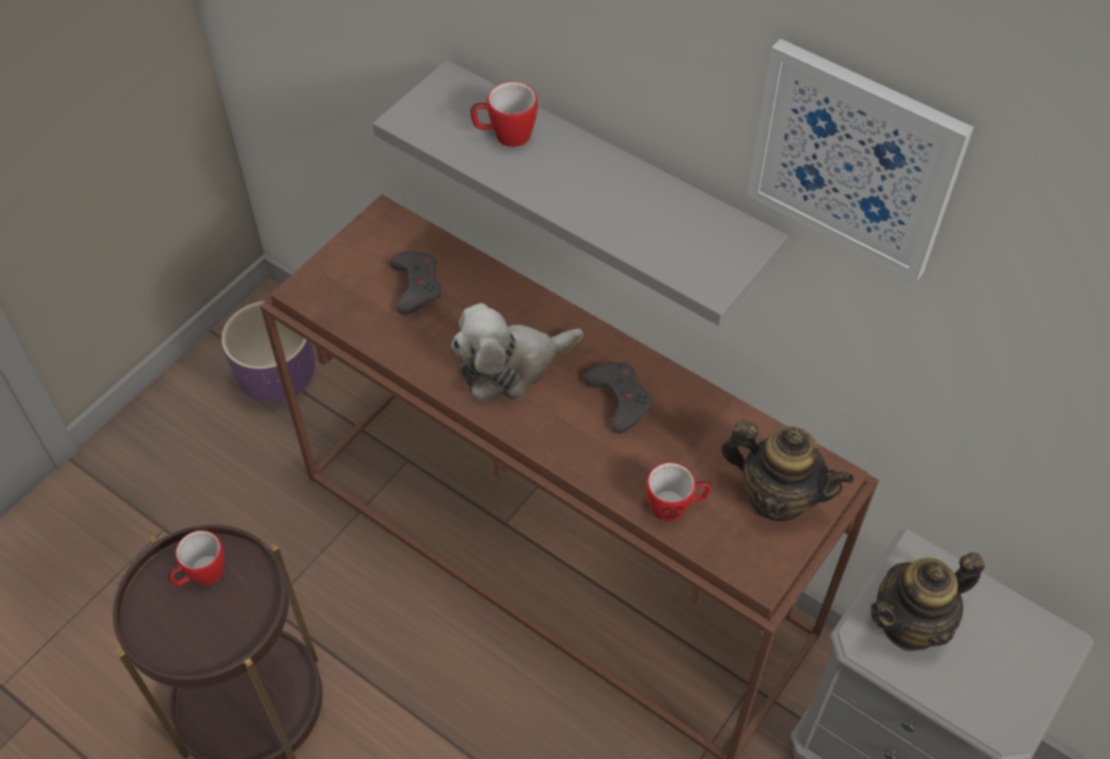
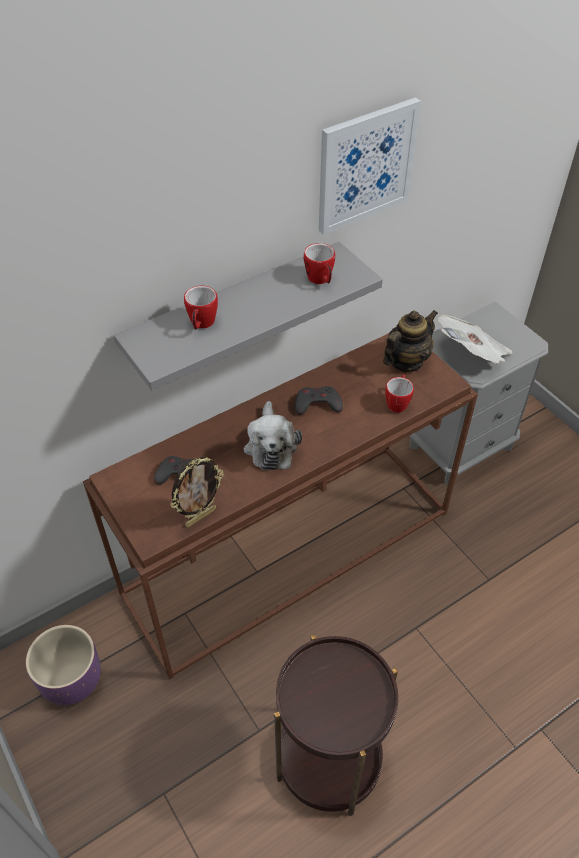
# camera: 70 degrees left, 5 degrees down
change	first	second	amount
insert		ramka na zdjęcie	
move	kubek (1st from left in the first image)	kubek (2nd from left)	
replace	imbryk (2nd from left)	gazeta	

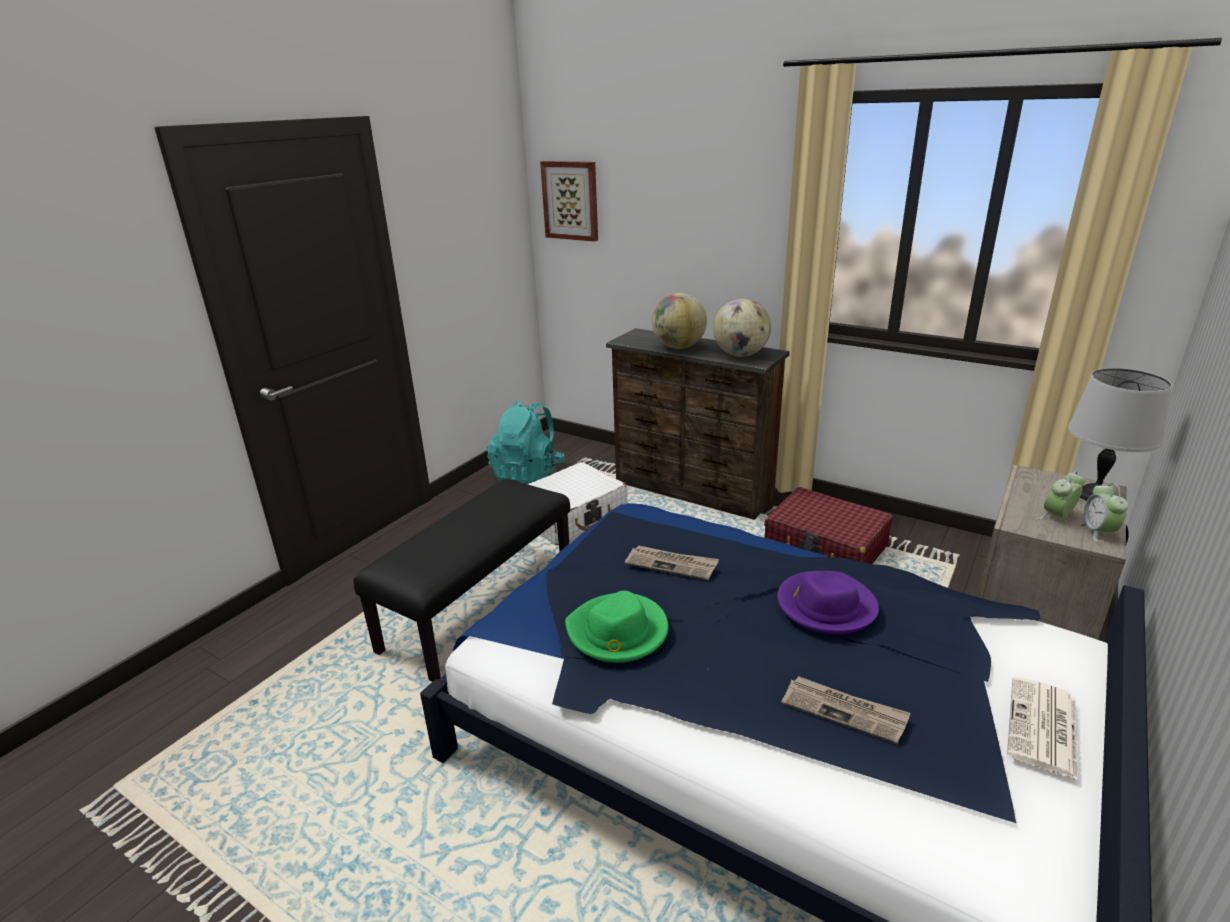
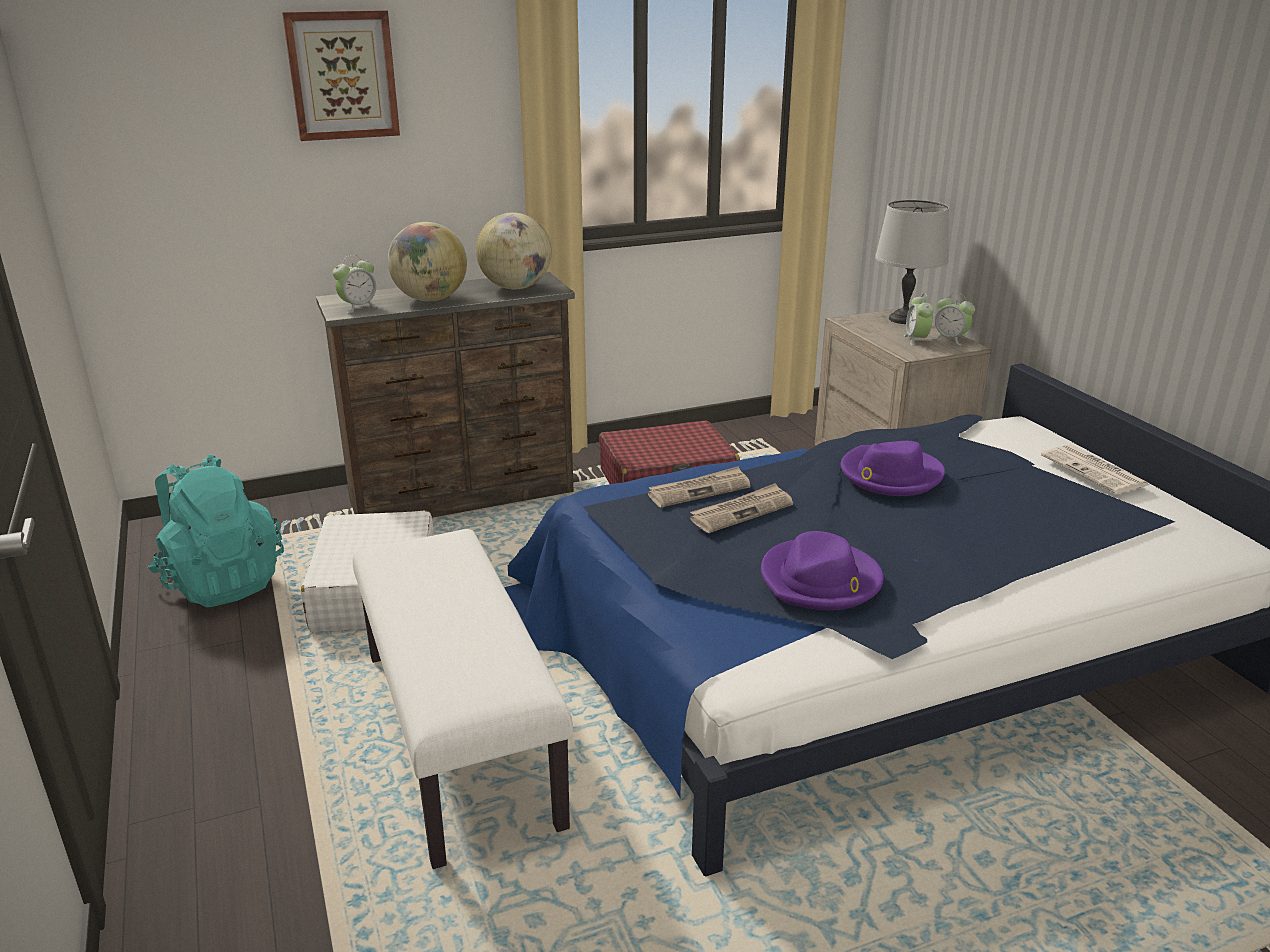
# camera: 55 degrees left, 0 degrees up
change	first	second	amount
insert		budzik (1st from left)	
move	obraz		
move	gazeta (2nd from left in the first image)	gazeta (1st from left)	
recolor	ławka/czarny	ławka/biały	
recolor	kapelusz/zielony	kapelusz/fioletowy (1st from left)	

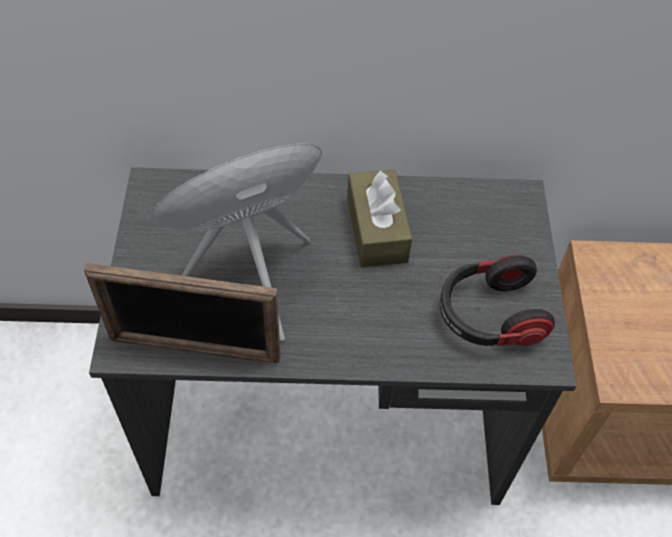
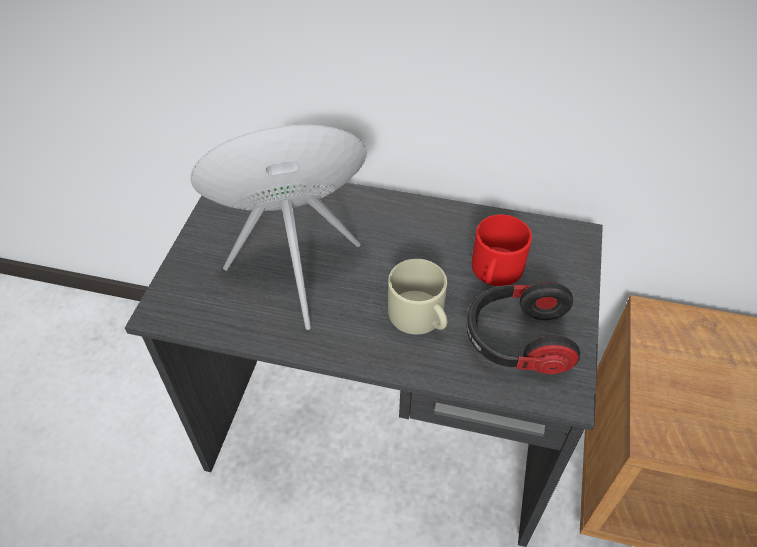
# camera: 15 degrees right, 5 degrees down
change	first	second	amount
delete	ramka na zdjęcie		
delete	pudełko chusteczek/brązowy		
insert		kubek/beżowy	
insert		kubek/czerwony	

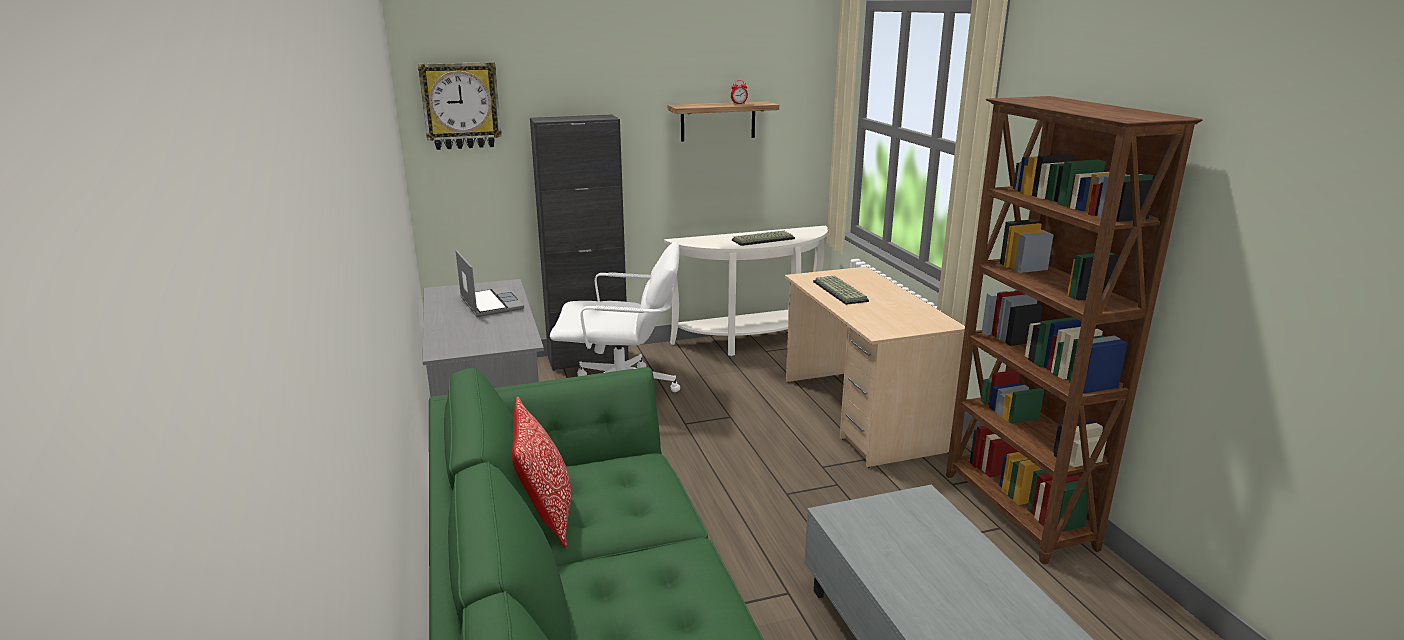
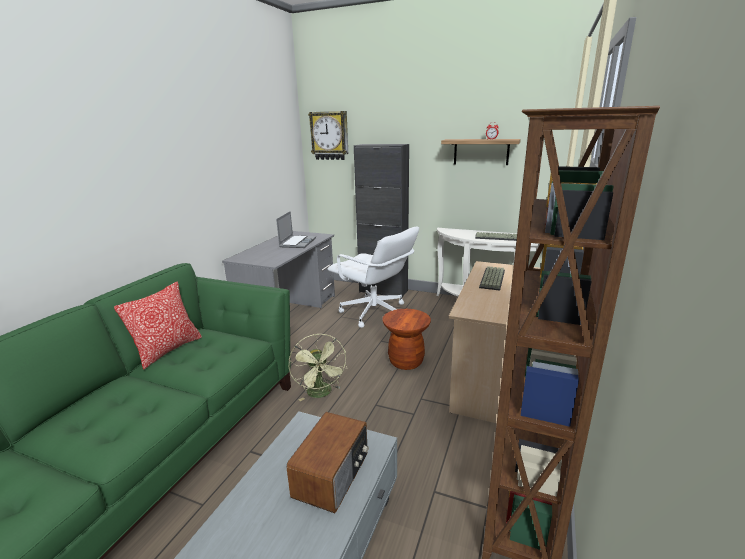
# camera: 40 degrees right, 0 degrees up
change	first	second	amount
insert		radio	
insert		wentylator/zielony	
insert		stołek/brązowy	

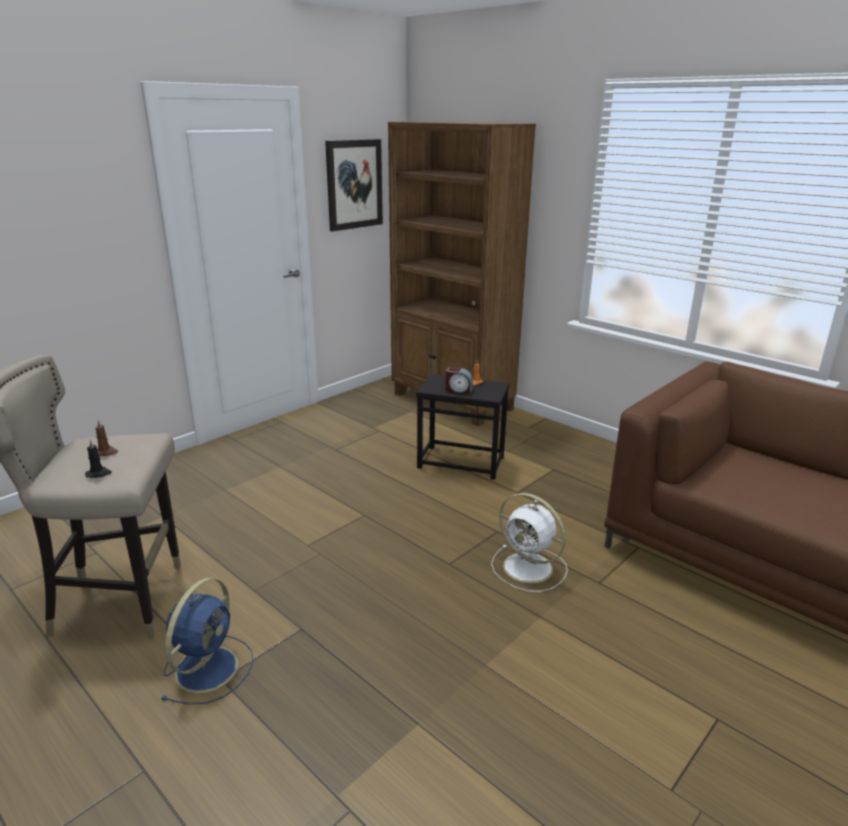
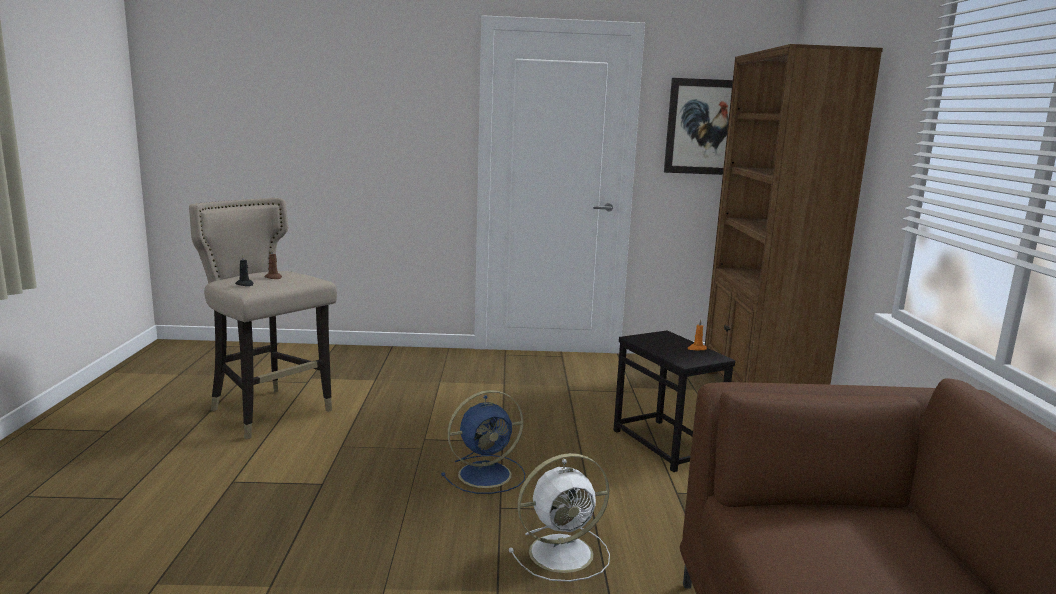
# camera: 45 degrees right, 10 degrees down
change	first	second	amount
delete	budzik		
move	wentylator/niebieski		
rotate	wentylator/biały		105 degrees counterclockwise

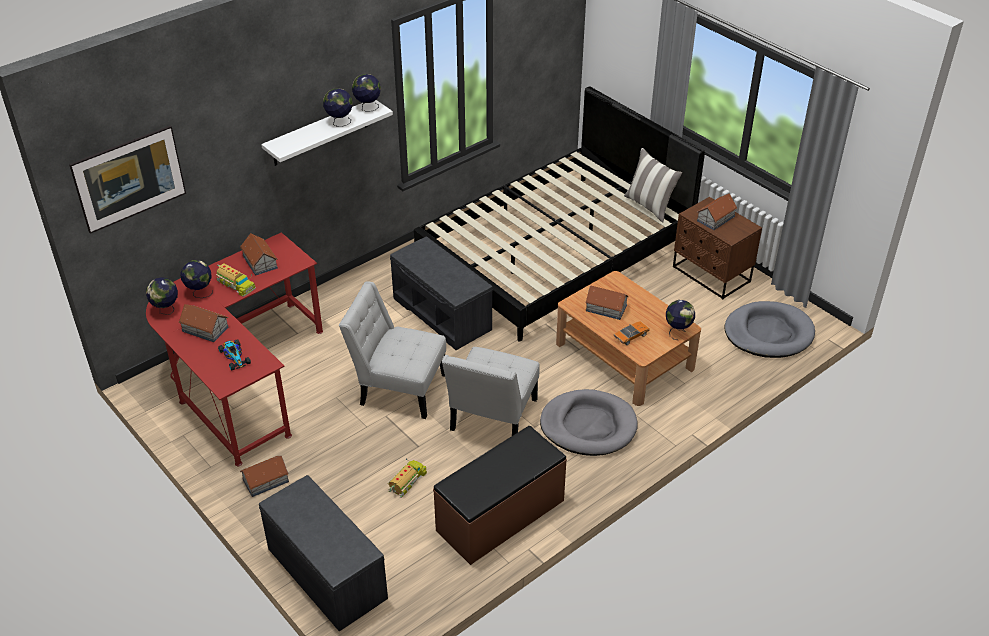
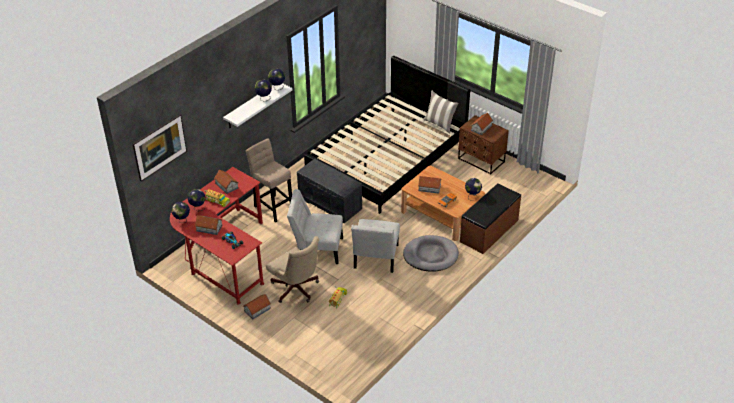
# camera: 10 degrees left, 0 degrees up
change	first	second	amount
delete	ławka/szary (1st from left)		
delete	legowisko/szary (2nd from left)		
insert		stołek/beżowy	
insert		krzesło biurowe/beżowy	
move	ławka/brązowy		

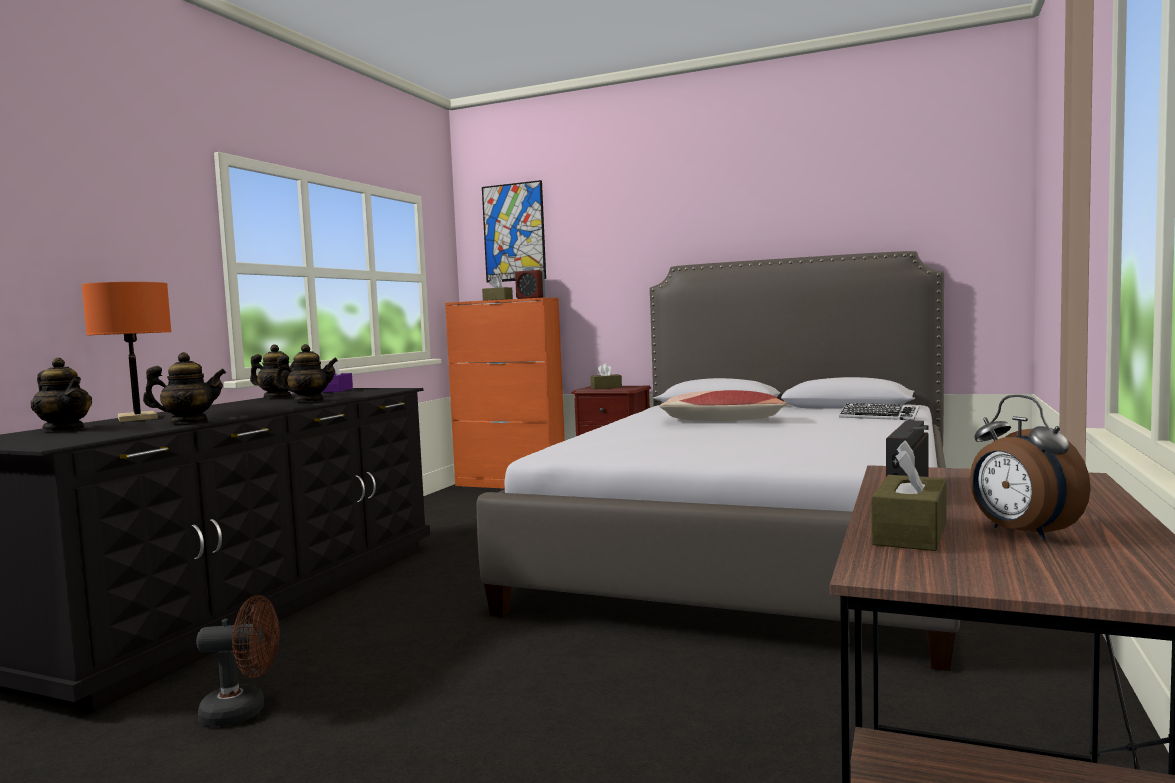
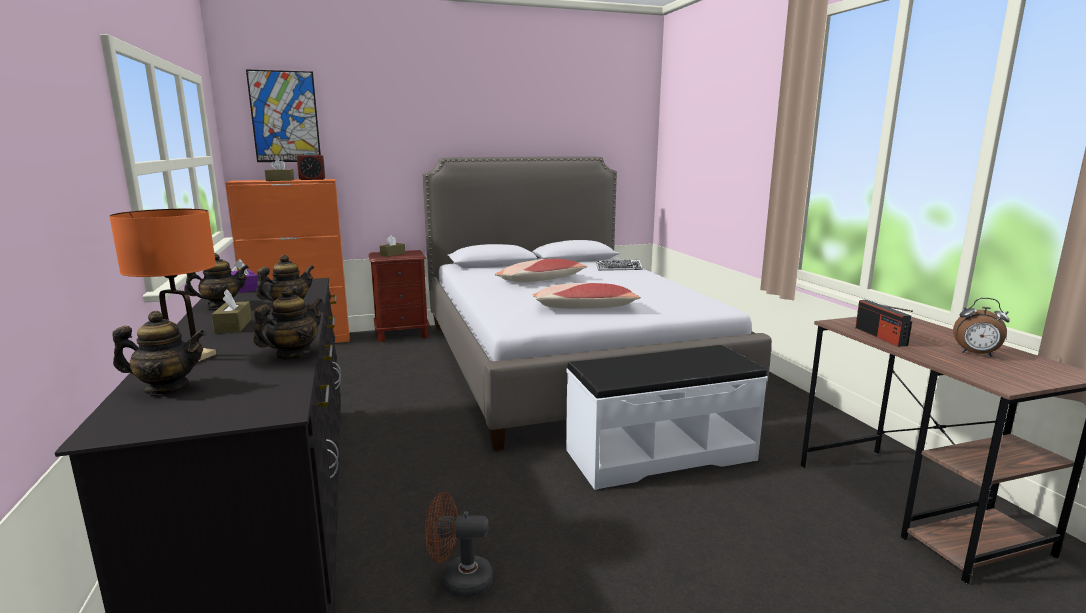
# camera: 40 degrees left, 10 degrees up
change	first	second	amount
insert		poduszka (2nd from left)	
insert		ławka/biały	
move	pudełko chusteczek/brązowy (3rd from left in the first image)	pudełko chusteczek/brązowy (1st from left)	
rotate	wentylator/brązowy		135 degrees counterclockwise

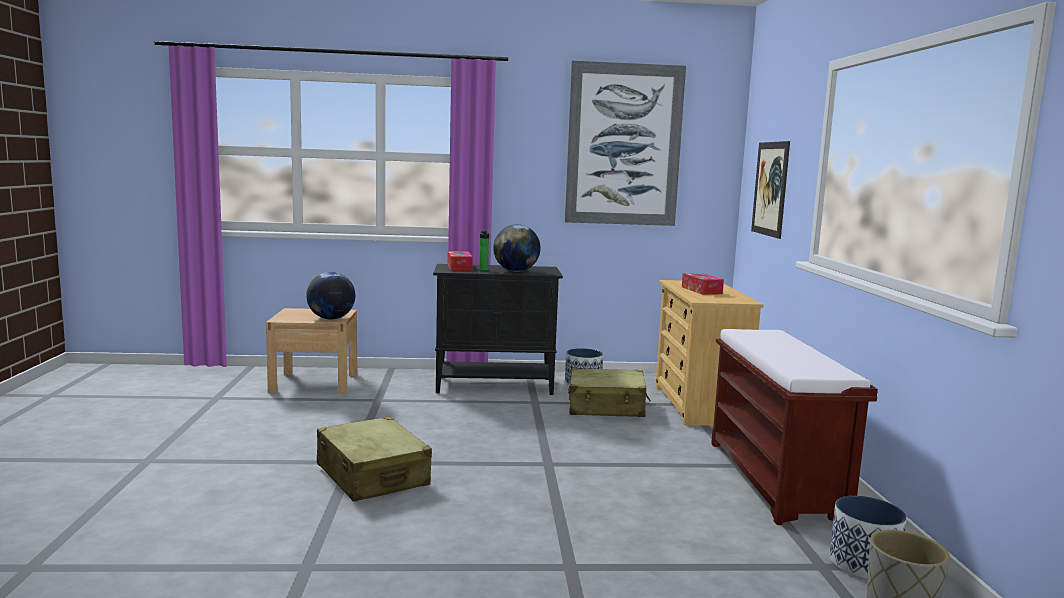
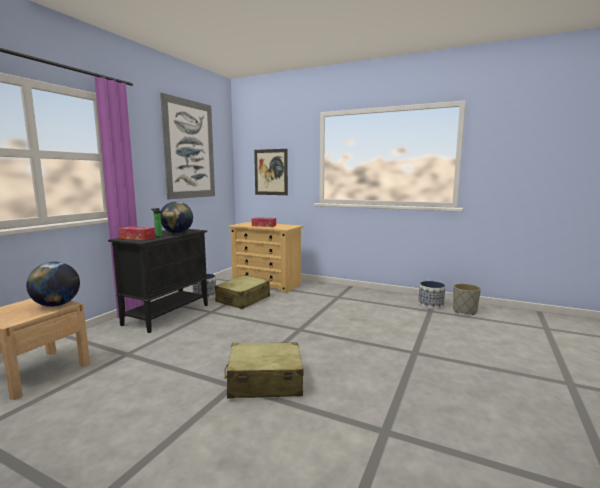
# camera: 60 degrees left, 0 degrees up
change	first	second	amount
delete	ławka/brązowy		

